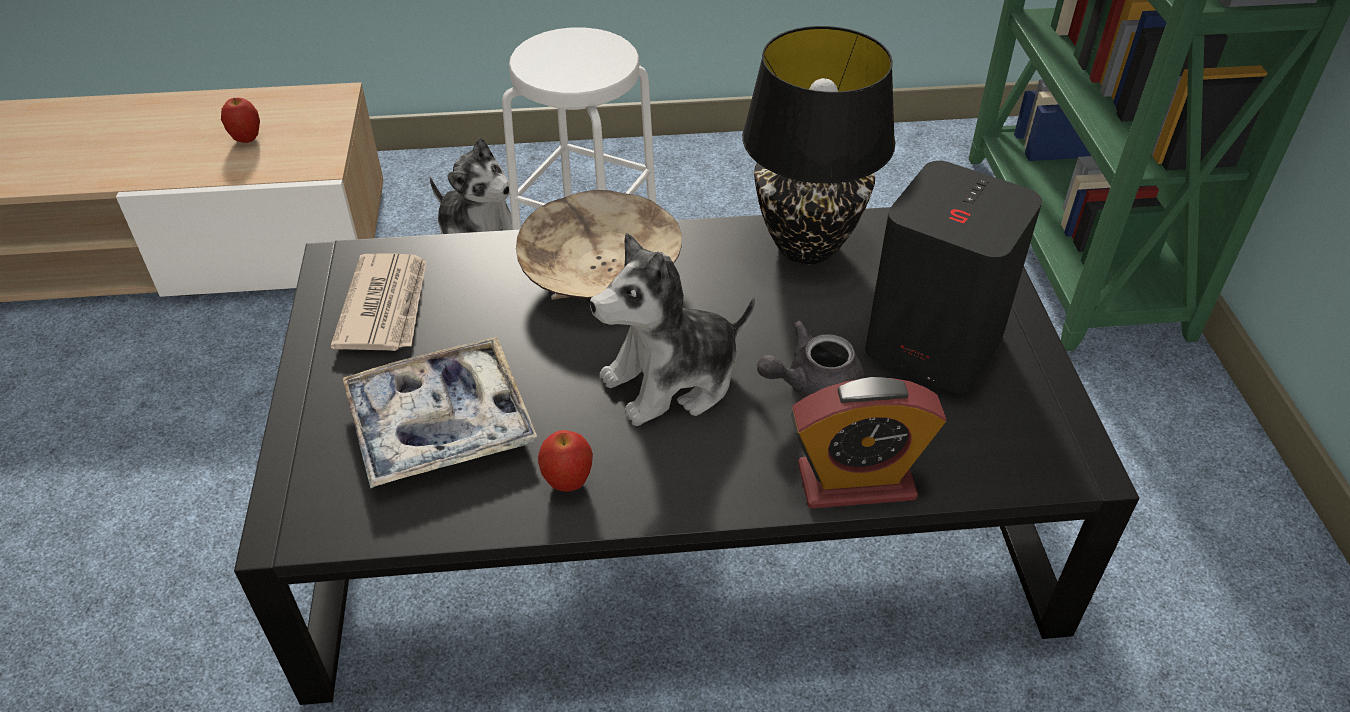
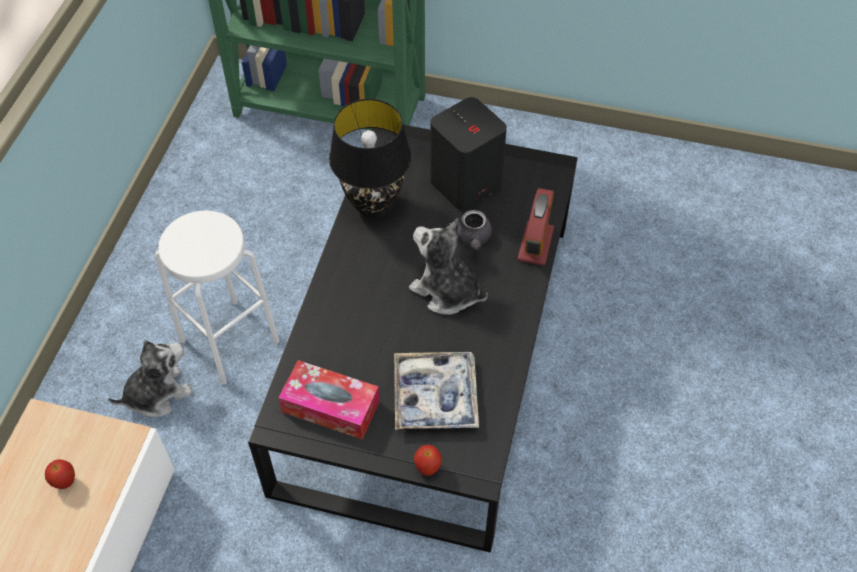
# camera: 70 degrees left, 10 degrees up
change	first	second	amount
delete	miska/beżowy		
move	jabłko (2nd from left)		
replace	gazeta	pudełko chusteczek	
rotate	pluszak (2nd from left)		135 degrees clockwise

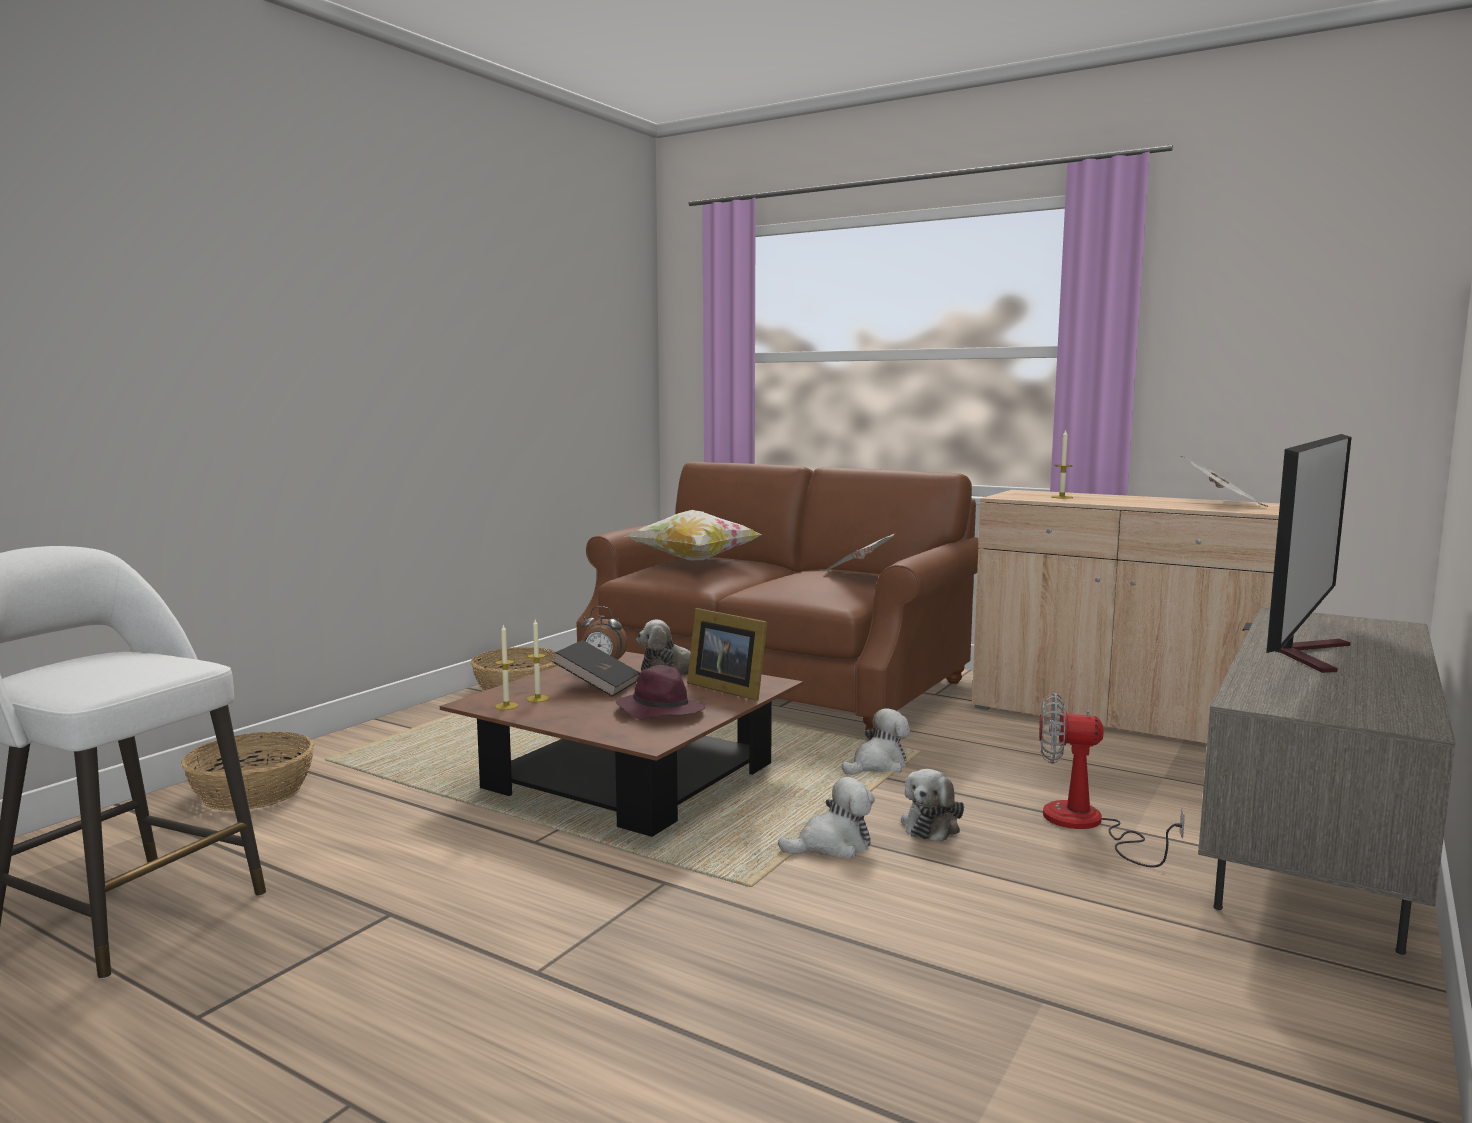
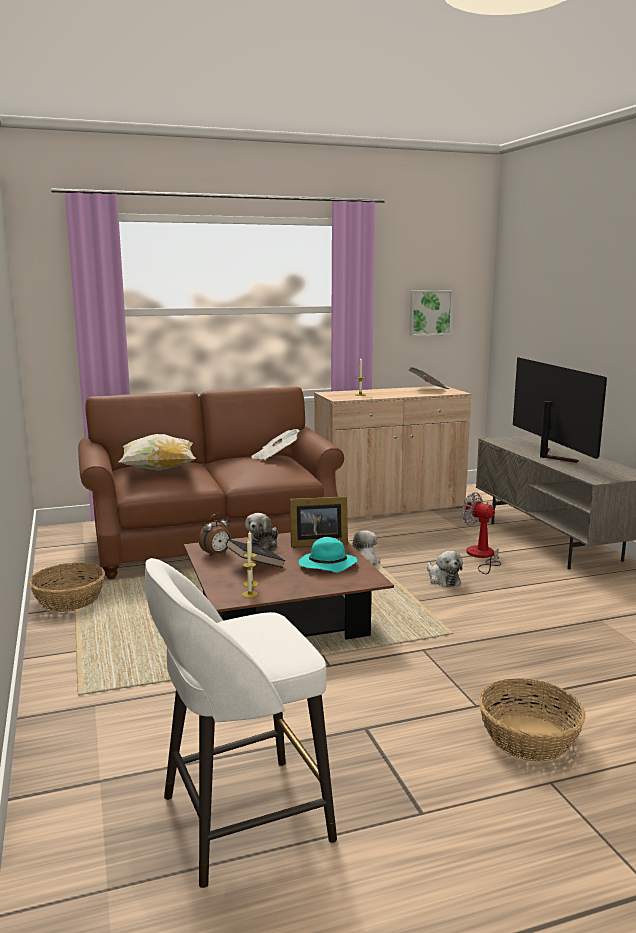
# camera: 50 degrees left, 5 degrees up
change	first	second	amount
delete	pluszak (2nd from left)		
insert		obraz	
move	koszyk (1st from left in the first image)	koszyk (2nd from left)	
recolor	kapelusz/fioletowy	kapelusz/turkusowy	
rotate	wentylator		75 degrees clockwise

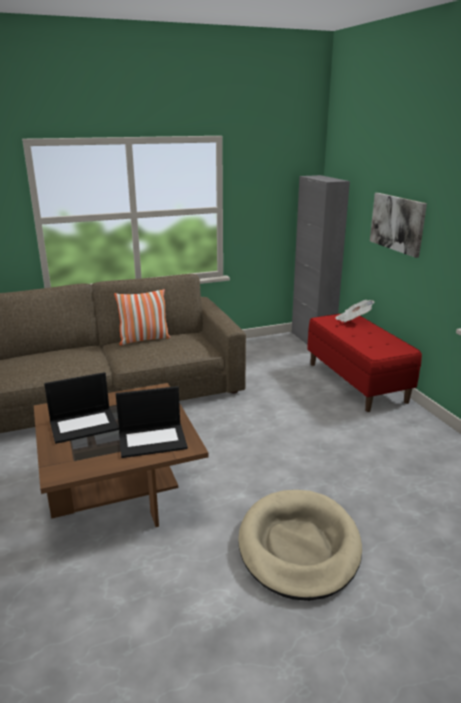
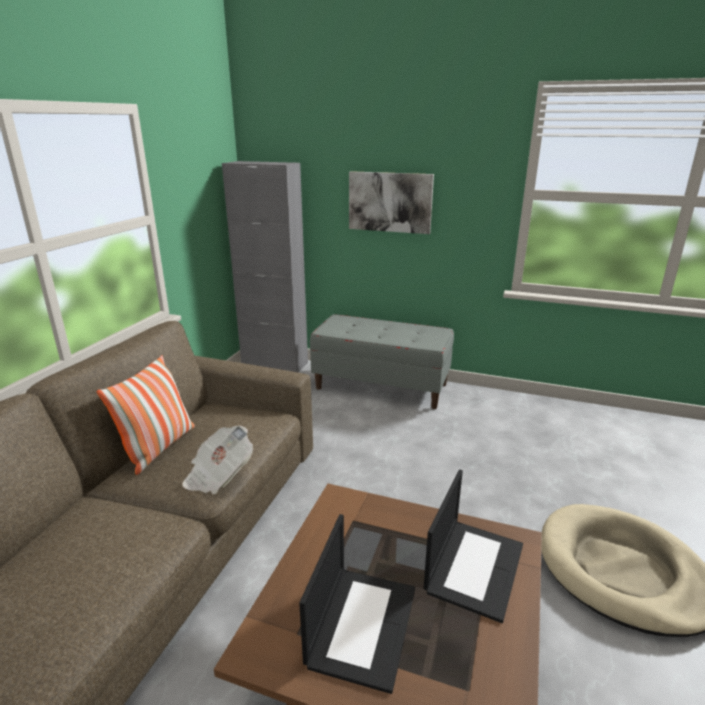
# camera: 50 degrees left, 0 degrees up
change	first	second	amount
move	gazeta		
recolor	ławka/czerwony	ławka/szary	

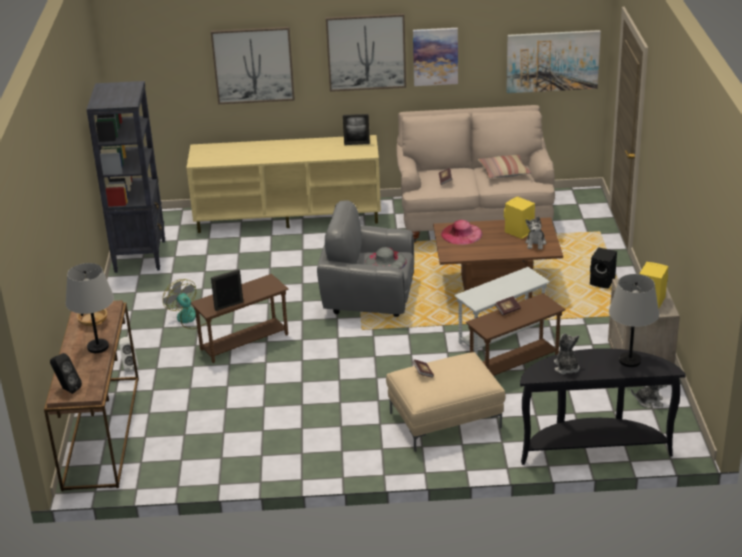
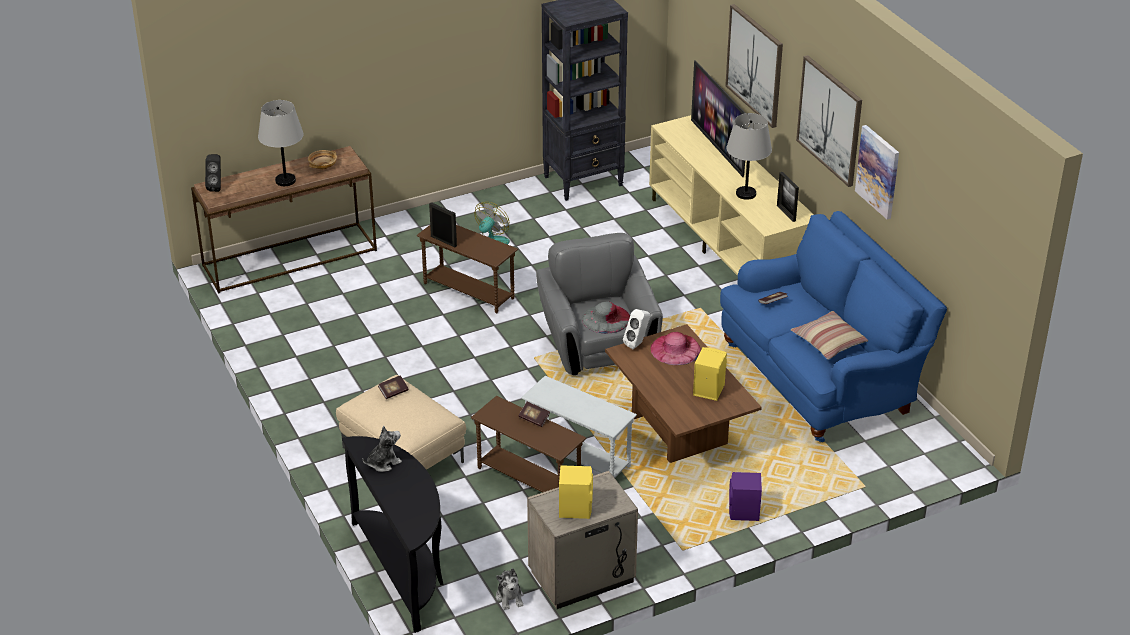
# camera: 65 degrees right, 5 degrees up
change	first	second	amount
delete	obraz (4th from left)		
delete	pluszak (1st from left)		
insert		telewizor	
move	głośnik/biały		
move	lampa stołowa/szary (2nd from left)		
recolor	kanapa/beżowy	kanapa/niebieski	
recolor	głośnik/czarny (2nd from left)	głośnik/fioletowy	

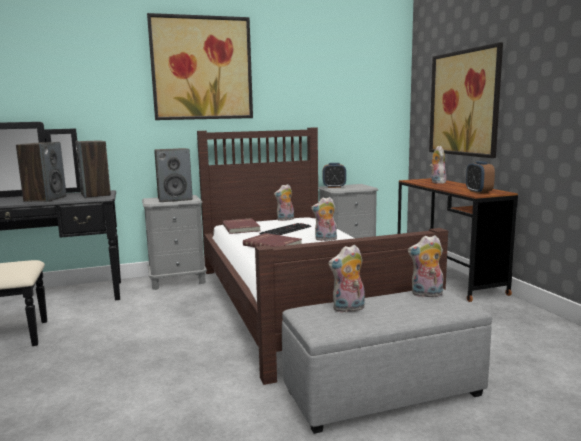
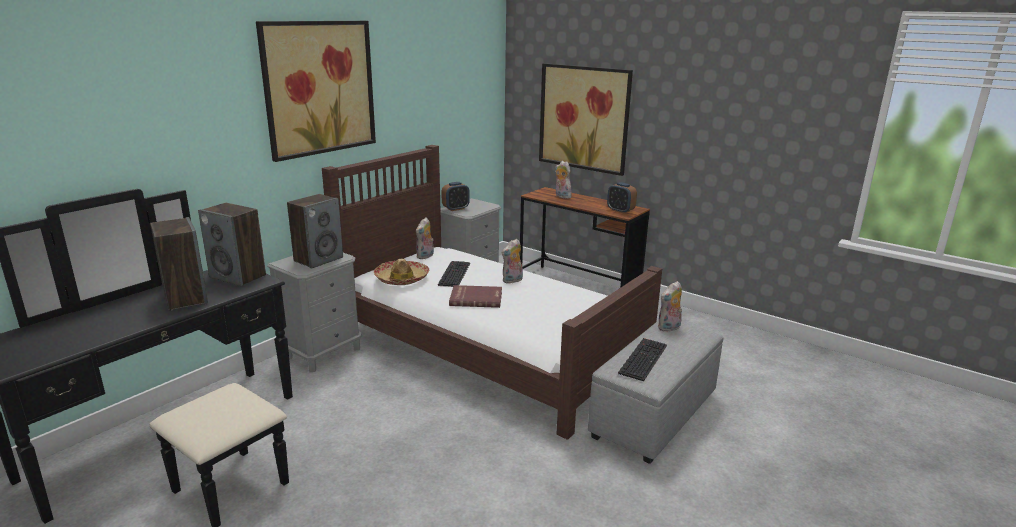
# camera: 35 degrees left, 10 degrees up
change	first	second	amount
replace	książka/czerwony (1st from left)	kapelusz	
replace	pluszak (3rd from left)	klawiatura (2nd from left)	

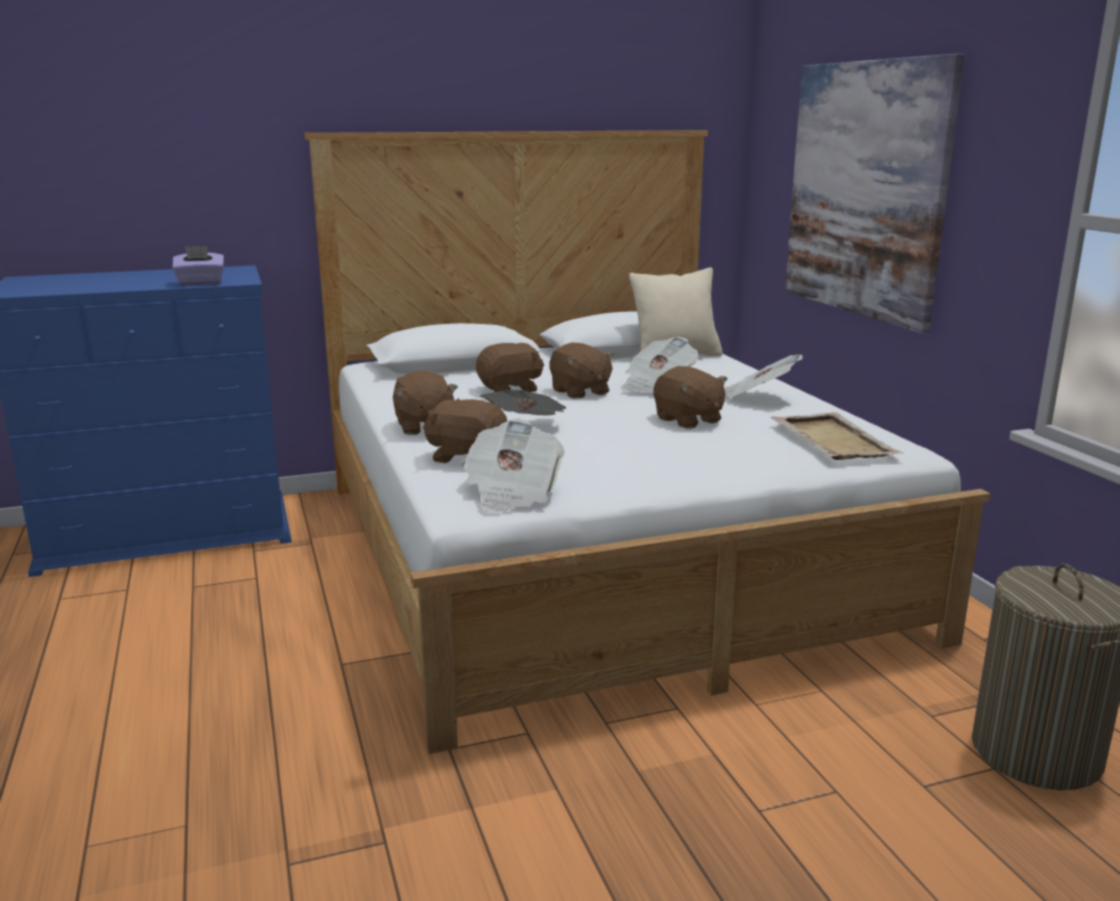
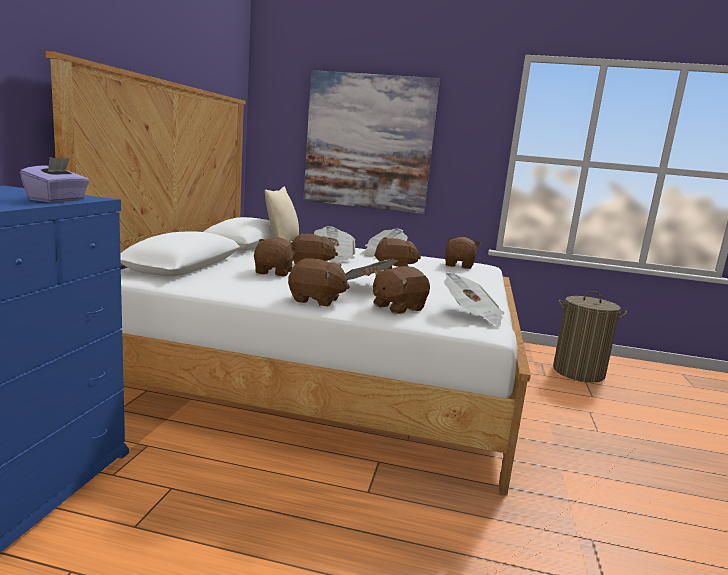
# camera: 60 degrees left, 5 degrees down
change	first	second	amount
replace	taca/beżowy	pluszak/brązowy (6th from left)	

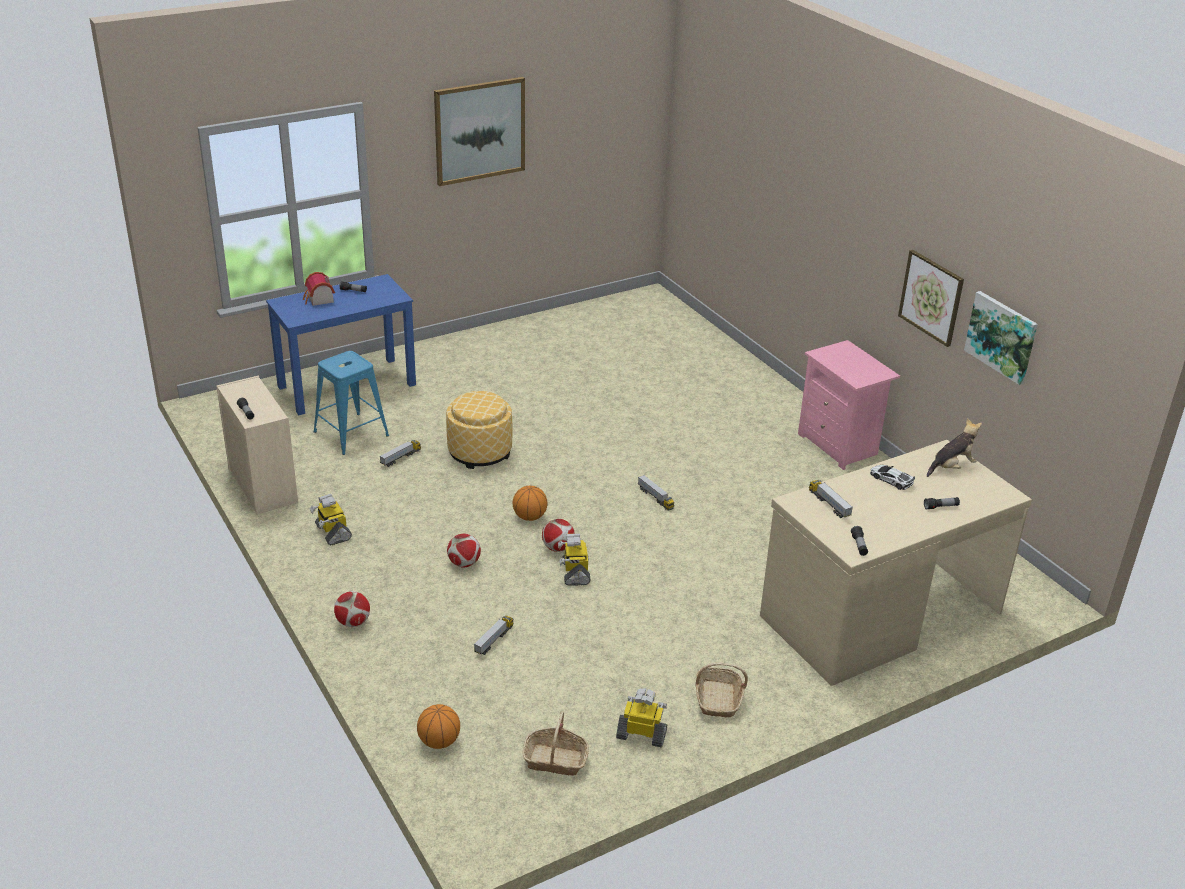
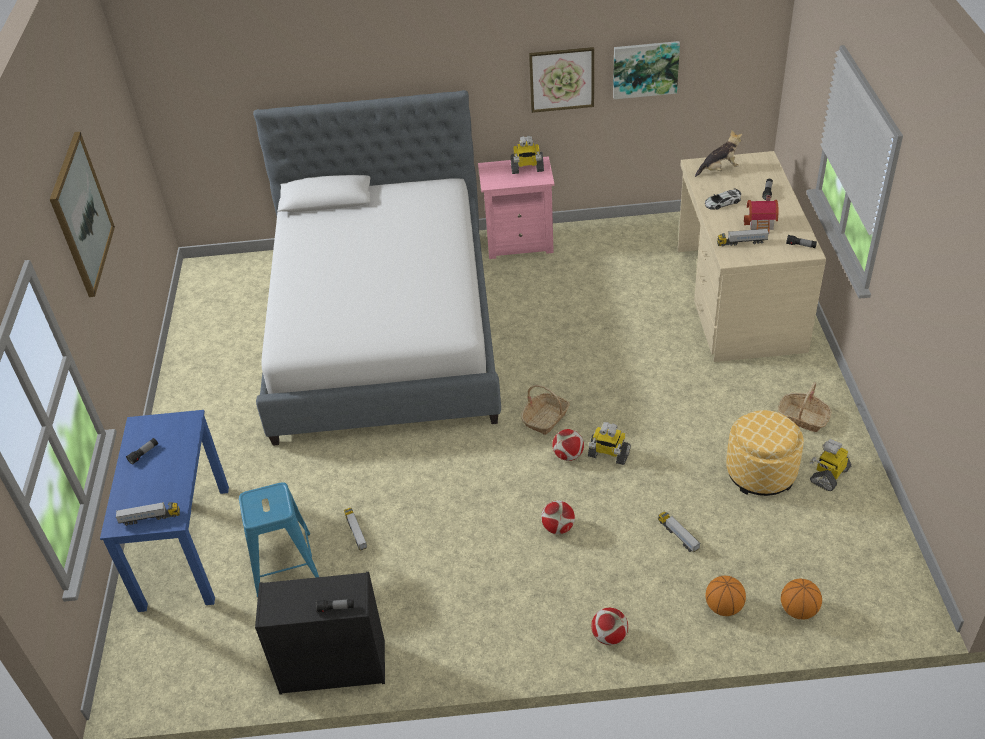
# camera: 60 degrees left, 10 degrees up
change	first	second	amount
insert		łóżko	
move	domek		
move	robot zabawkowy (1st from left)		
move	pufa		
move	piłka do koszykówki (2nd from left in the first image)	piłka do koszykówki (1st from left)	
move	koszyk (1st from left)		
move	ciężarówka zabawkowa (3rd from left in the first image)	ciężarówka zabawkowa (1st from left)	
recolor	komoda/beżowy	komoda/czarny	
rotate	pluszak		75 degrees clockwise

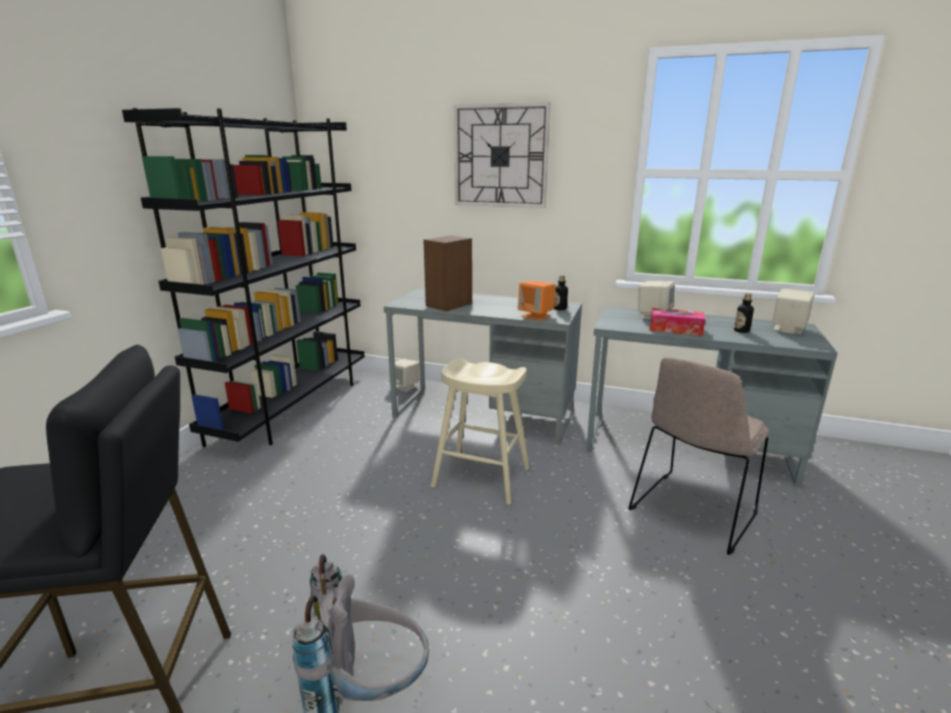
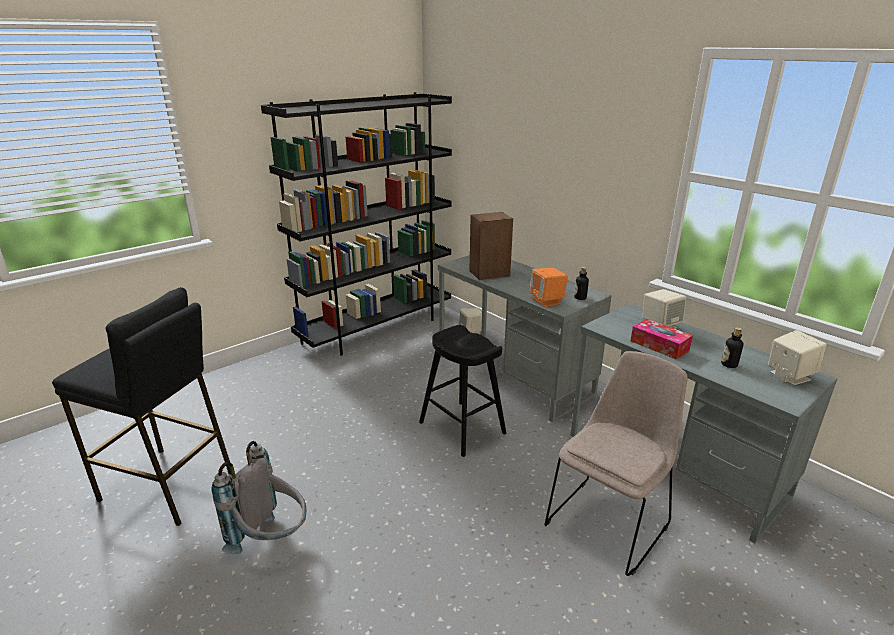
# camera: 30 degrees right, 5 degrees up
change	first	second	amount
delete	zegar ścienny		
recolor	stołek/beżowy	stołek/czarny (2nd from left)	
rotate	krzesło/beżowy		150 degrees clockwise

